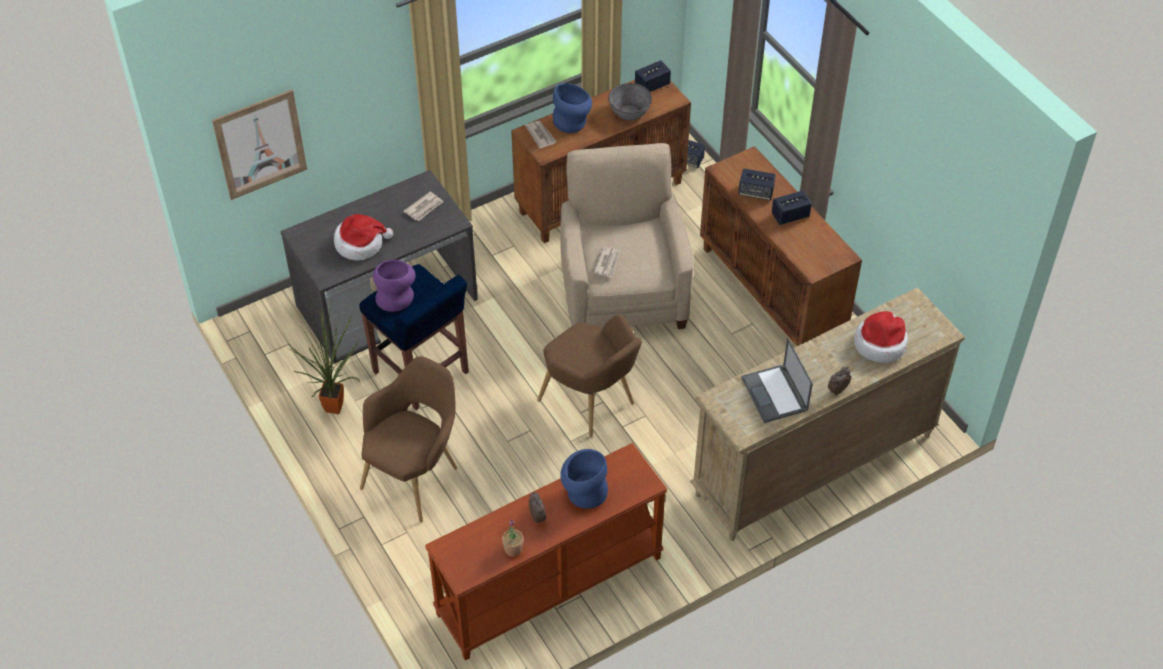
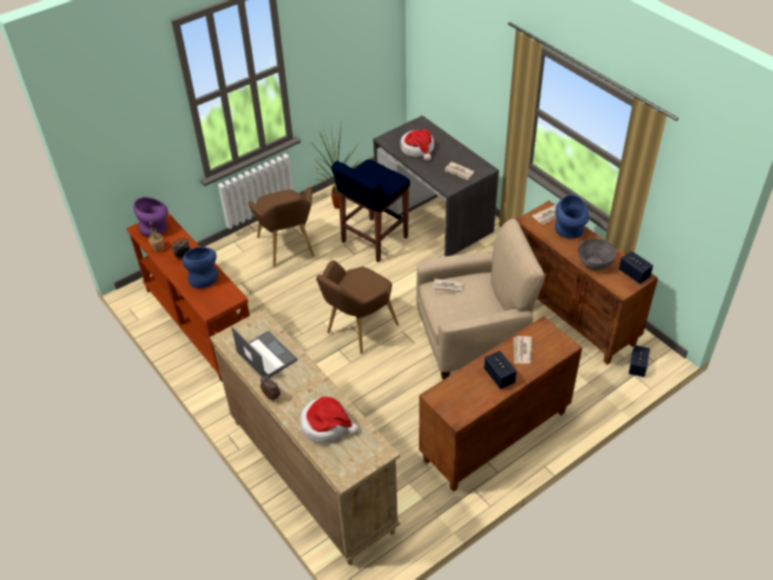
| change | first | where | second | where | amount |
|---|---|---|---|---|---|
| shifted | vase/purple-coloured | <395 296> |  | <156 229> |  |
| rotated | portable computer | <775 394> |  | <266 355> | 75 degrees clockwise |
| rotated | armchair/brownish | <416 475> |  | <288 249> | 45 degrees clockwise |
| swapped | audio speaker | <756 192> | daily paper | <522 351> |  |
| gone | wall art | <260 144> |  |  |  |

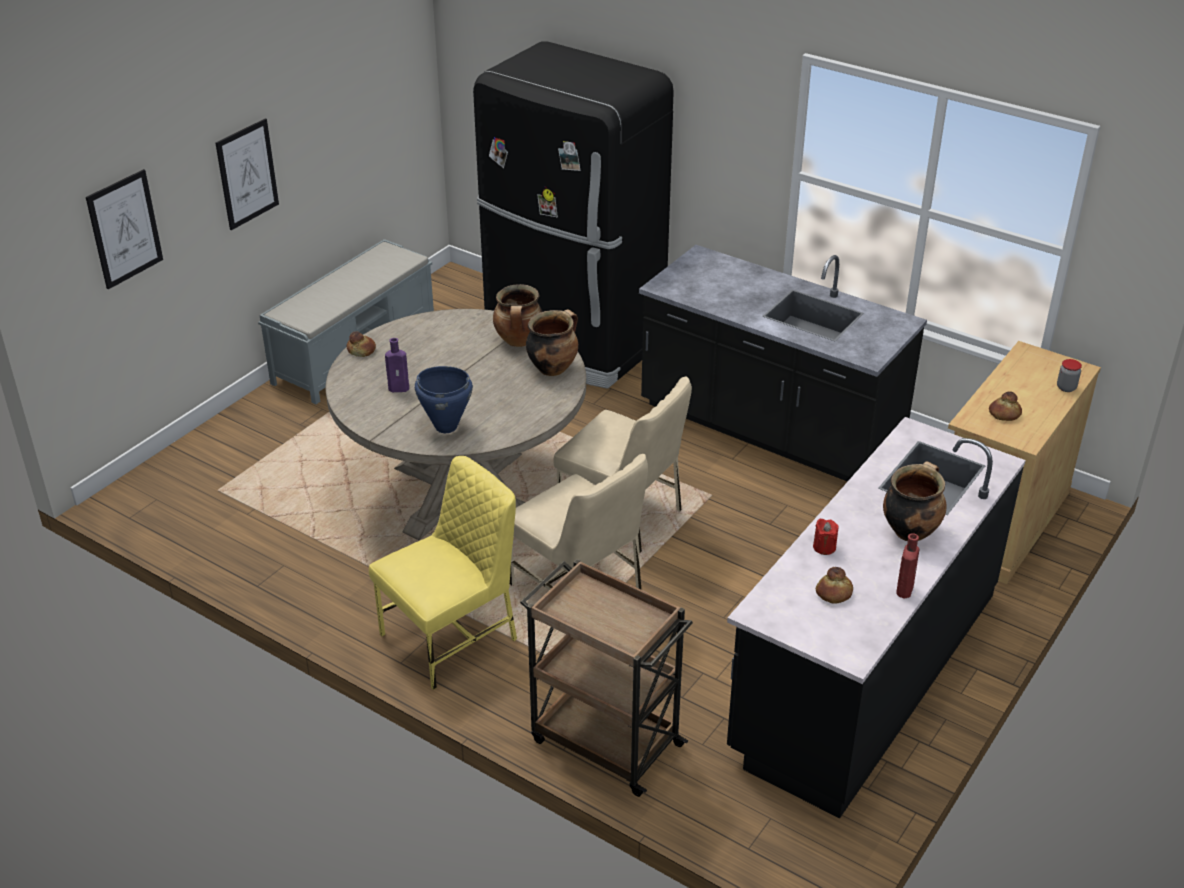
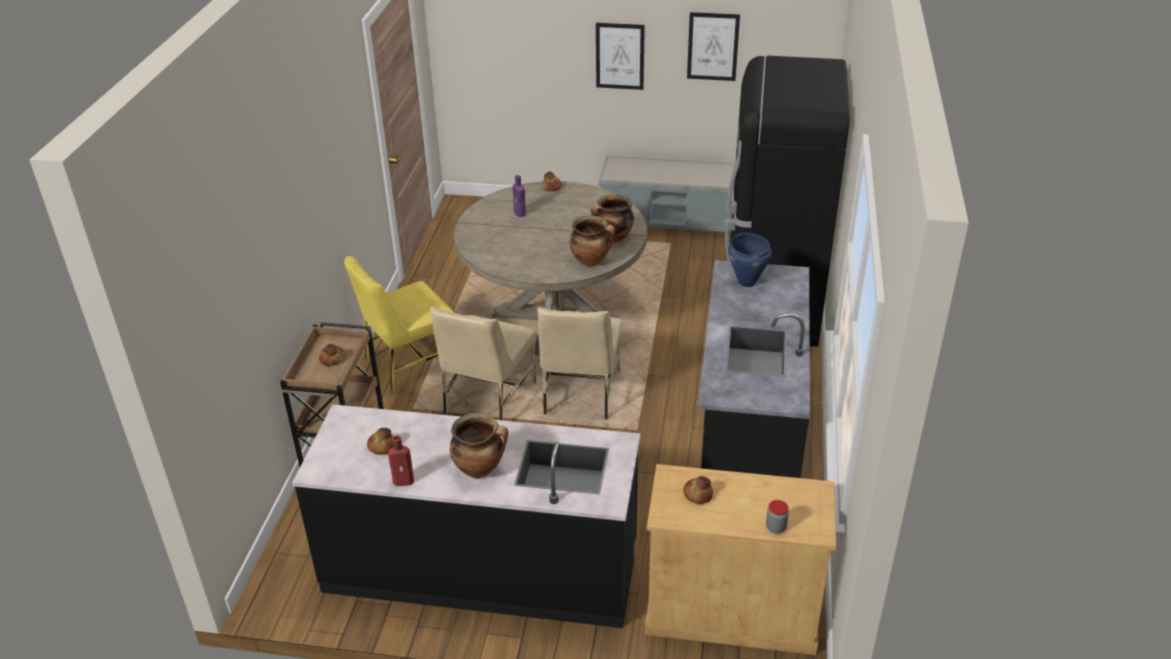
| change | first | where | second | where | amount |
|---|---|---|---|---|---|
| new |  |  | bread | <332 359> |  |
| rotated | upright chair/yellowish | <452 637> |  | <409 362> | 120 degrees clockwise |
| shifted | wall art | <125 229> |  | <713 46> |  |
| shifted | cooking pot/blue | <445 426> |  | <747 282> |  |
| gone | wax candle/red-coloured | <824 547> |  |  |  |

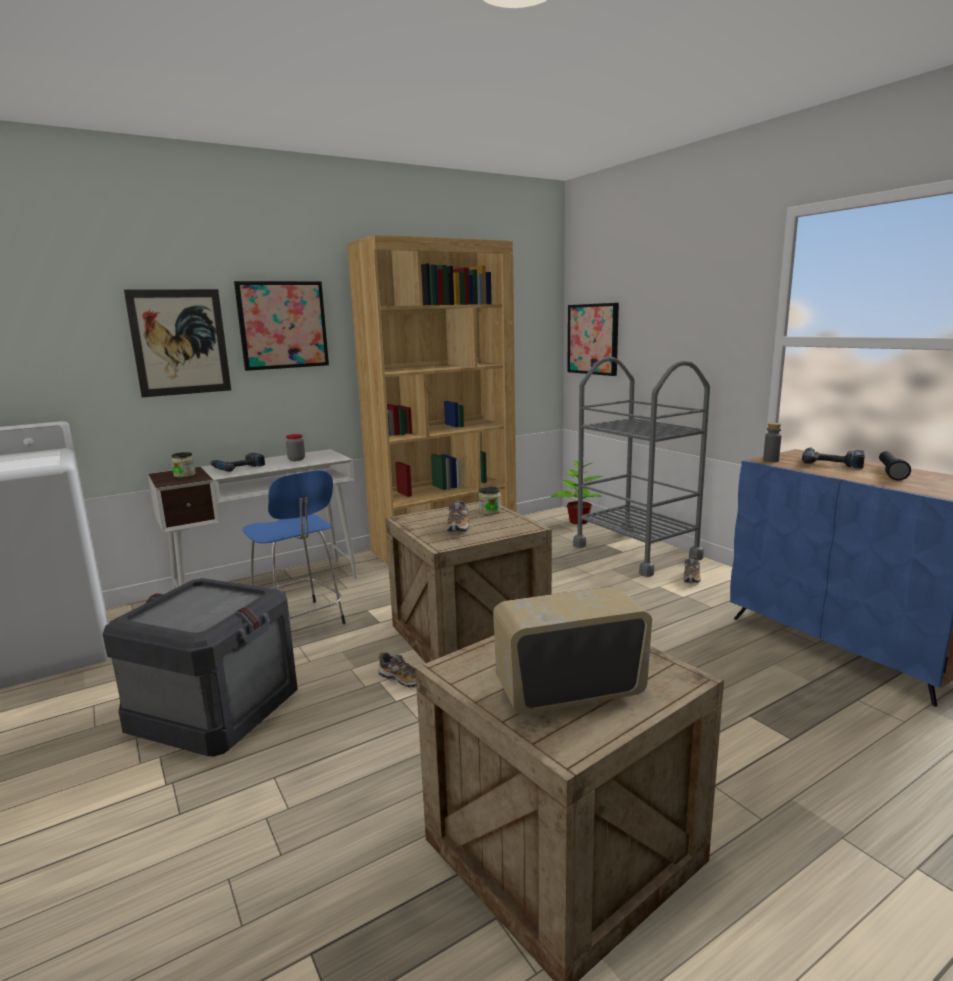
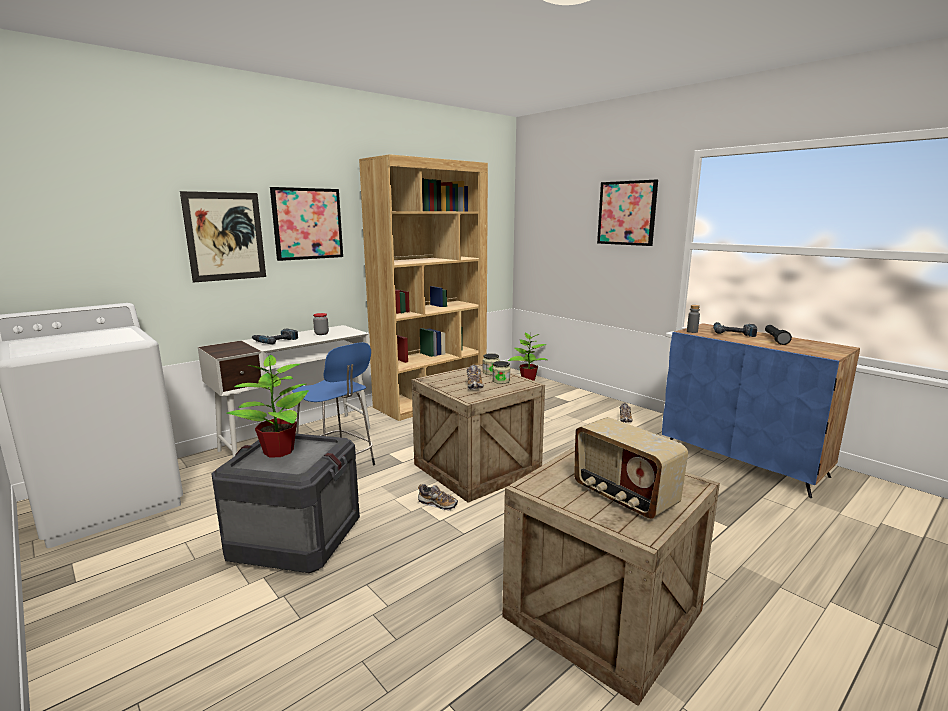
| change | first | where | second | where | amount |
|---|---|---|---|---|---|
| new |  |  | plant in a pot | <278 451> |  |
| shifted | jar | <184 475> |  | <501 381> |  |
| rotated | radio set | <569 692> |  | <623 497> | 105 degrees counterclockwise |
| shifted | wall art | <593 339> |  | <627 213> |  |
| gone | cart/grey | <636 552> |  |  |  |

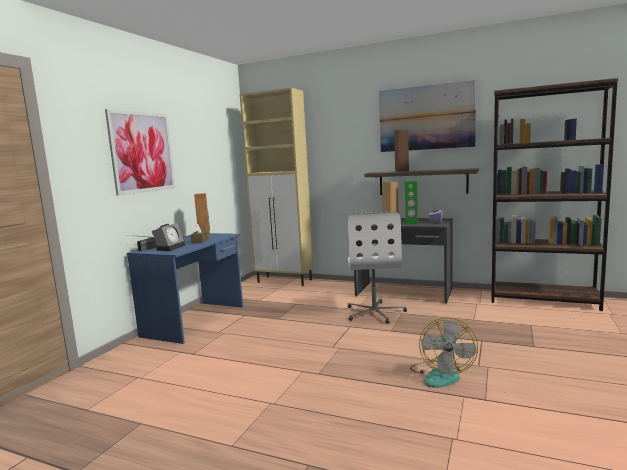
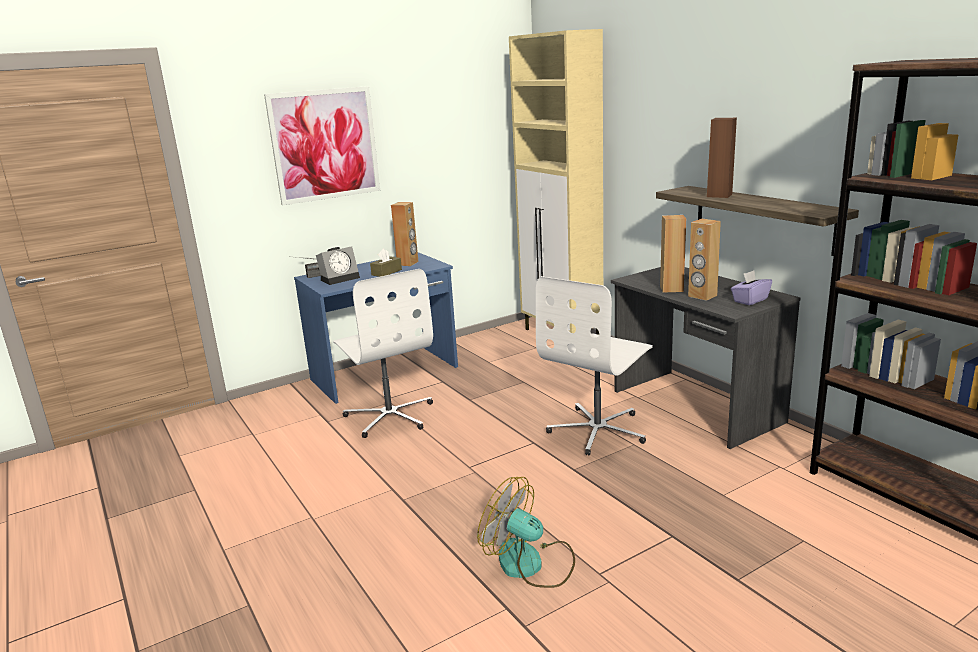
| change | first | where | second | where | amount |
|---|---|---|---|---|---|
| new |  |  | computer chair/whitish | <390 416> |  |
| rotated | cooling fan | <441 374> |  | <530 564> | 75 degrees clockwise |
| repainted | audio speaker/greenish | <411 223> | audio speaker/brownish | <702 296> |  |
| gone | wall art | <426 118> |  |  |  |

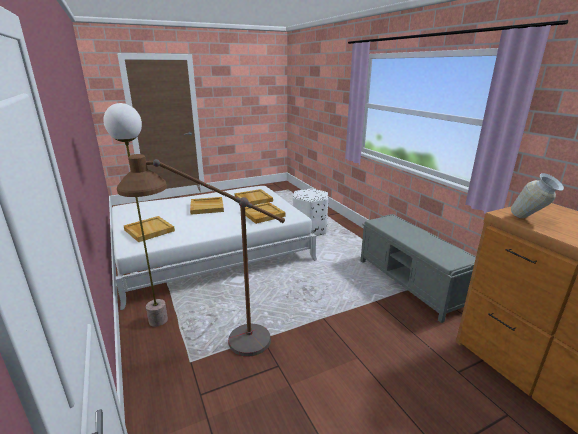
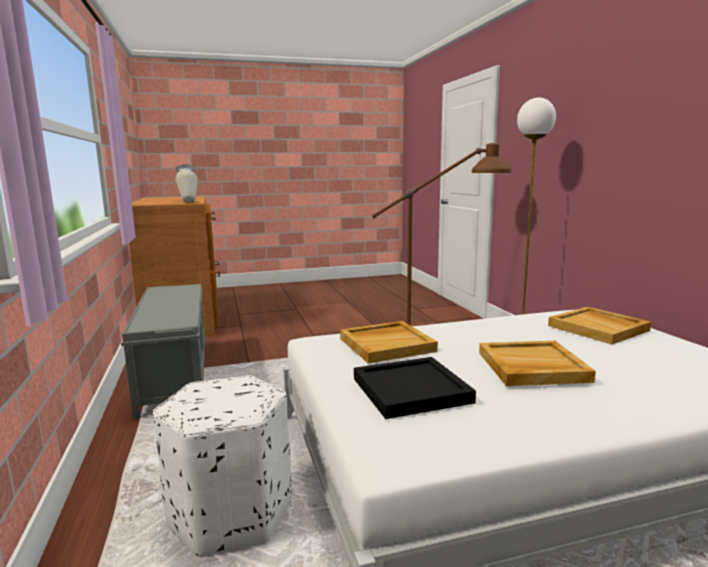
| change | first | where | second | where | amount |
|---|---|---|---|---|---|
| repainted | tray/beige-coloured | <253 199> | tray/black | <412 390> |  |

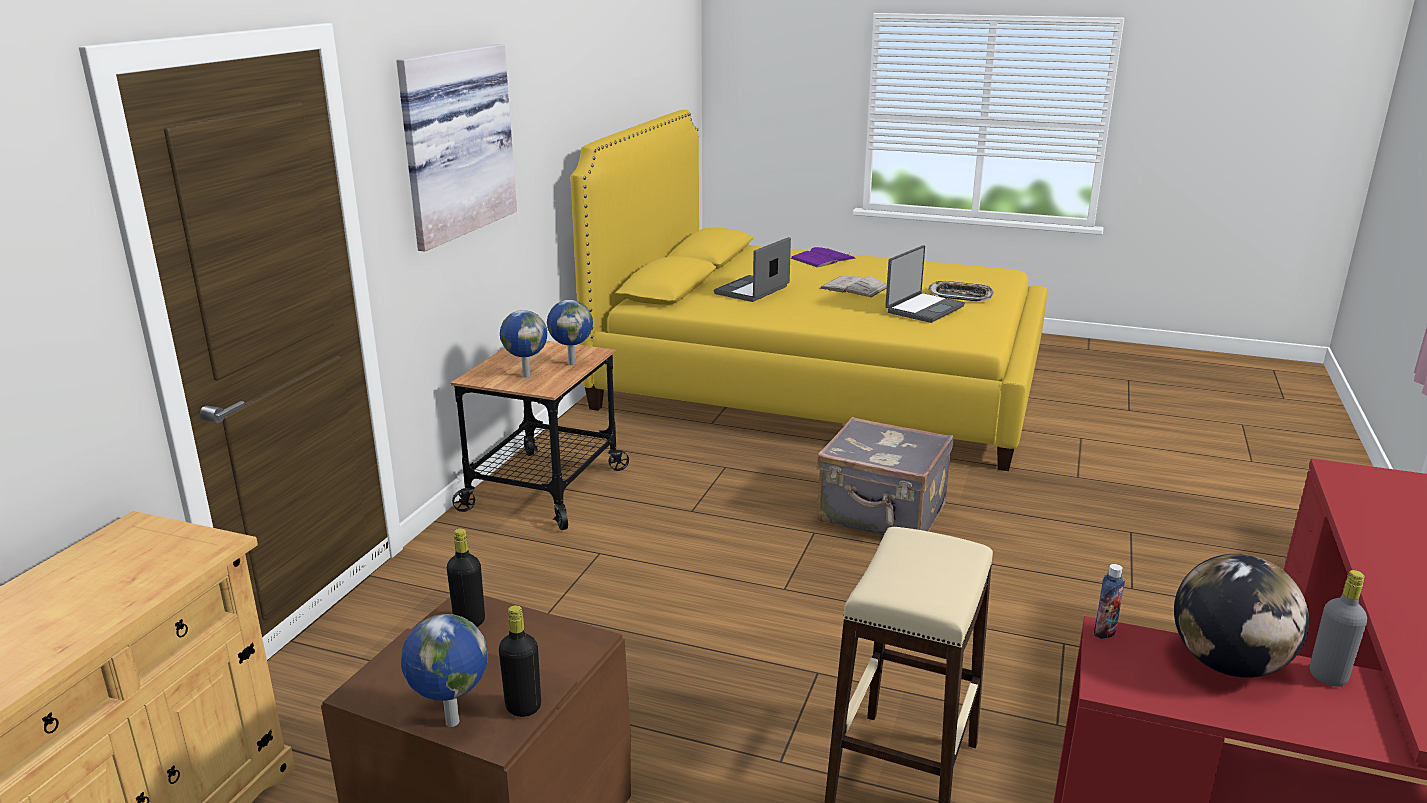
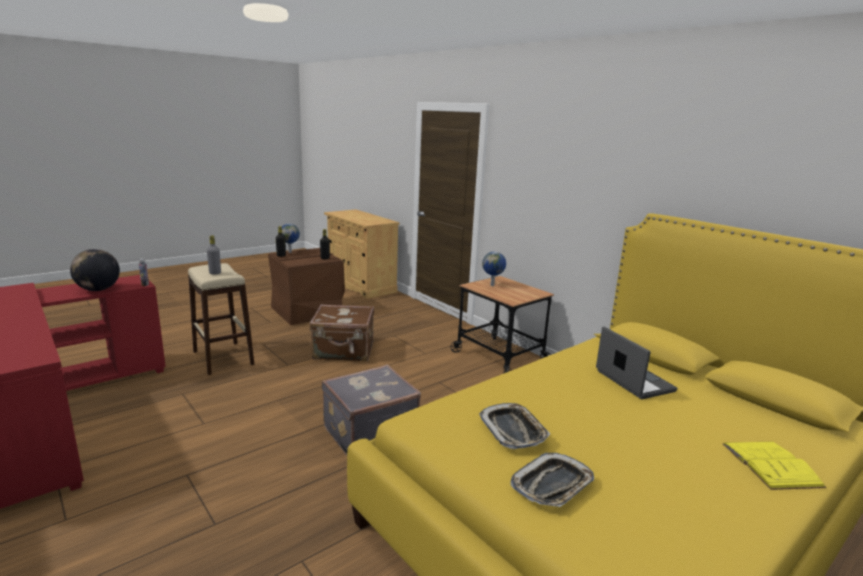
| change | first | where | second | where | amount |
|---|---|---|---|---|---|
| shifted | drink bottle/grey | <1327 676> |  | <215 273> |  |
| new |  |  | travel case/brownish | <344 351> |  |
| swapped | portable computer | <923 309> | tray | <513 430> |  |
| repainted | bound book/purple-coloured | <823 258> | bound book/yellowish | <771 464> |  |
| gone | wall art | <453 143> |  |  |  |
| gone | globe | <572 363> |  |  |  |
| gone | bound book/whitish | <855 287> |  |  |  |

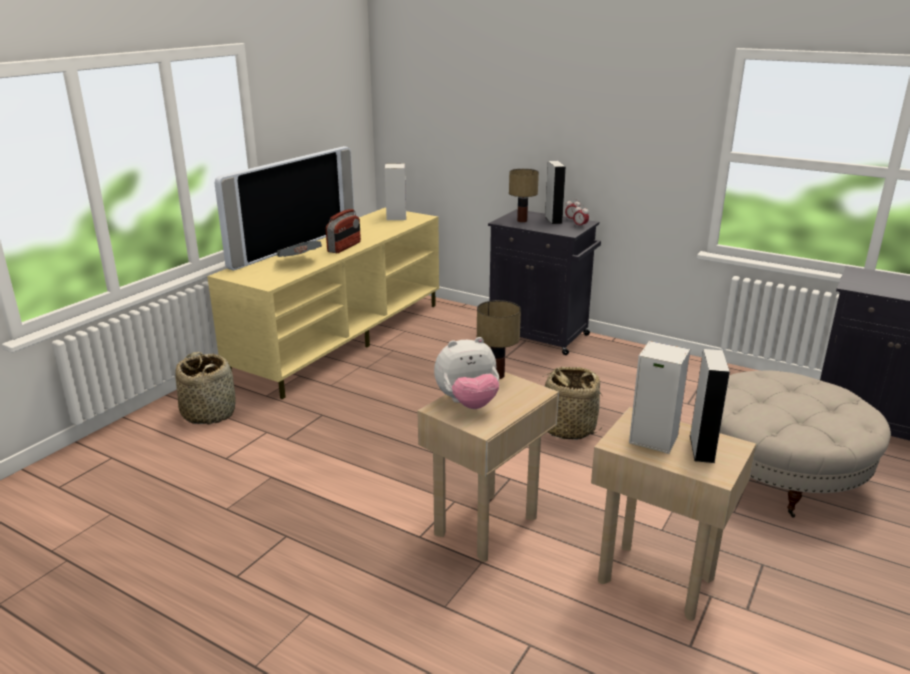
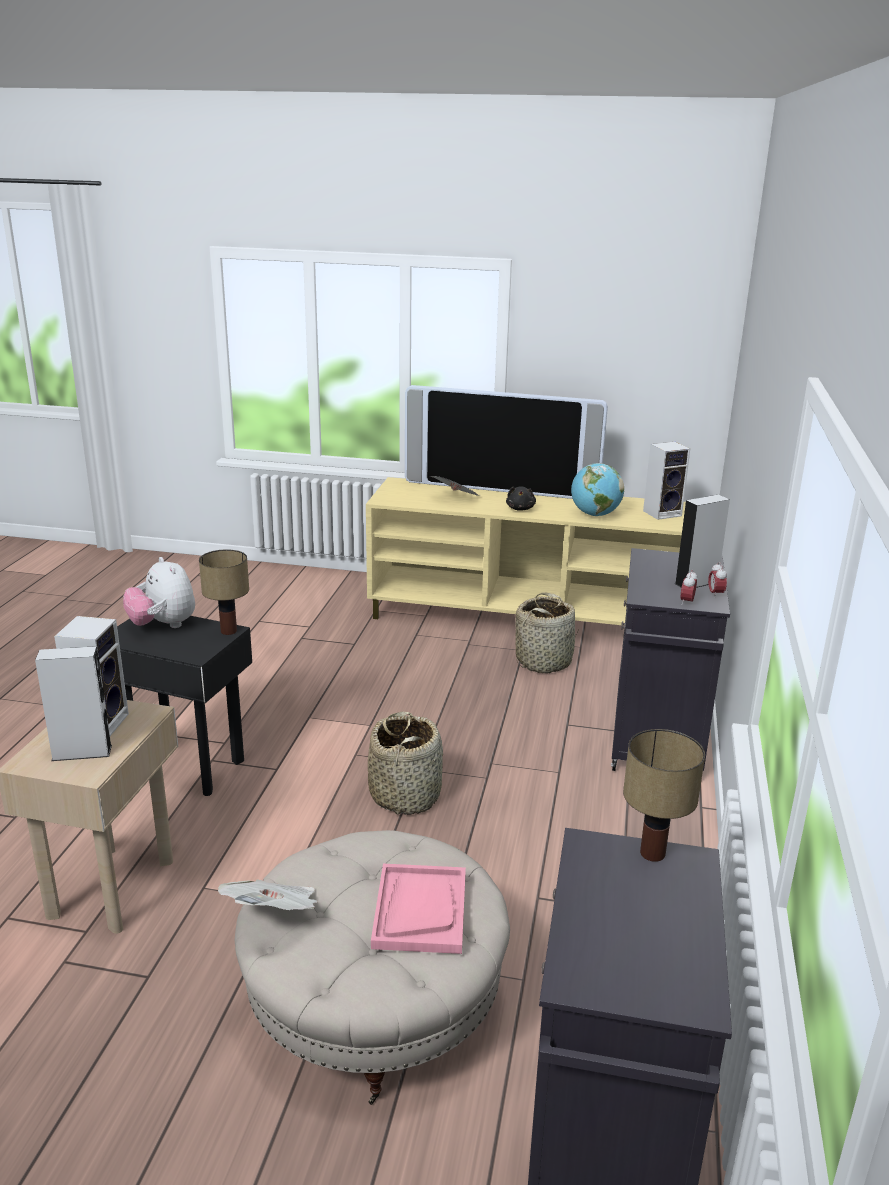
| change | first | where | second | where | amount |
|---|---|---|---|---|---|
| repainted | end table/beige-coloured | <487 525> | end table/black | <187 768> |  |
| new |  |  | daily paper | <274 914> |  |
| new |  |  | tray/pinkish | <420 910> |  |
| swapped | radio set | <344 247> | cuddly toy/black | <520 509> |  |
| shifted | household basket | <209 413> |  | <544 661> |  |
| new |  |  | globe | <595 515> |  |
| shifted | tabletop lamp | <521 221> |  | <651 852> |  |

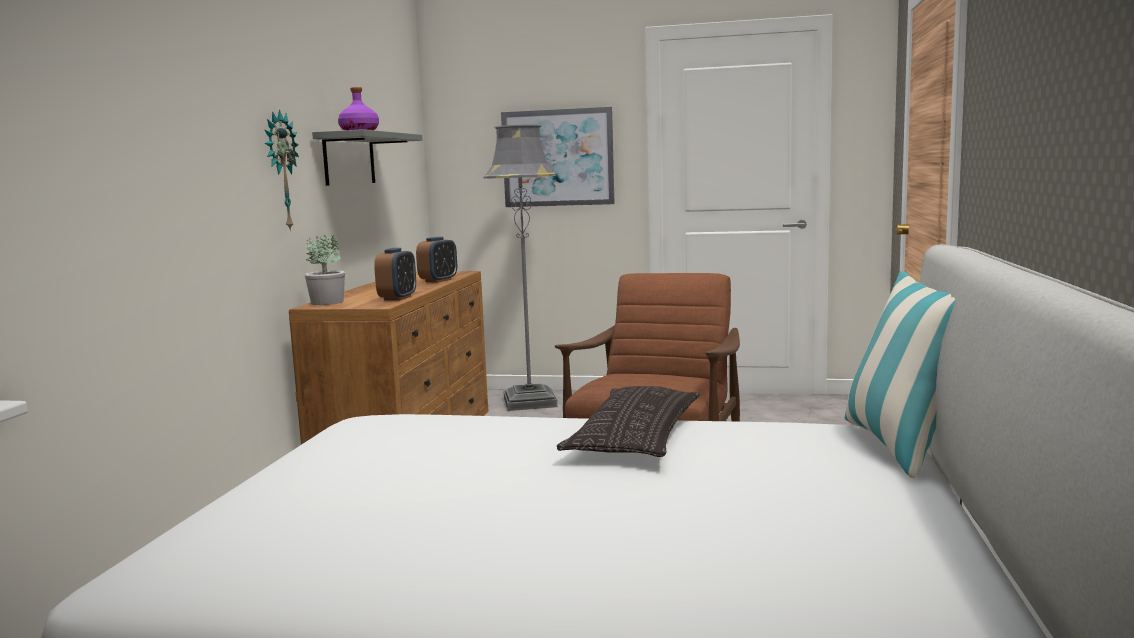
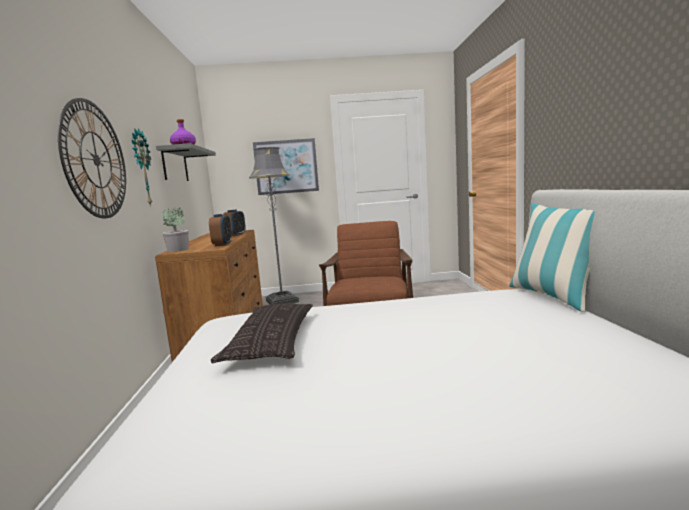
| change | first | where | second | where | amount |
|---|---|---|---|---|---|
| new |  |  | clock on the wall | <96 160> |  |
| shifted | throw pillow | <635 436> |  | <271 340> |  |

